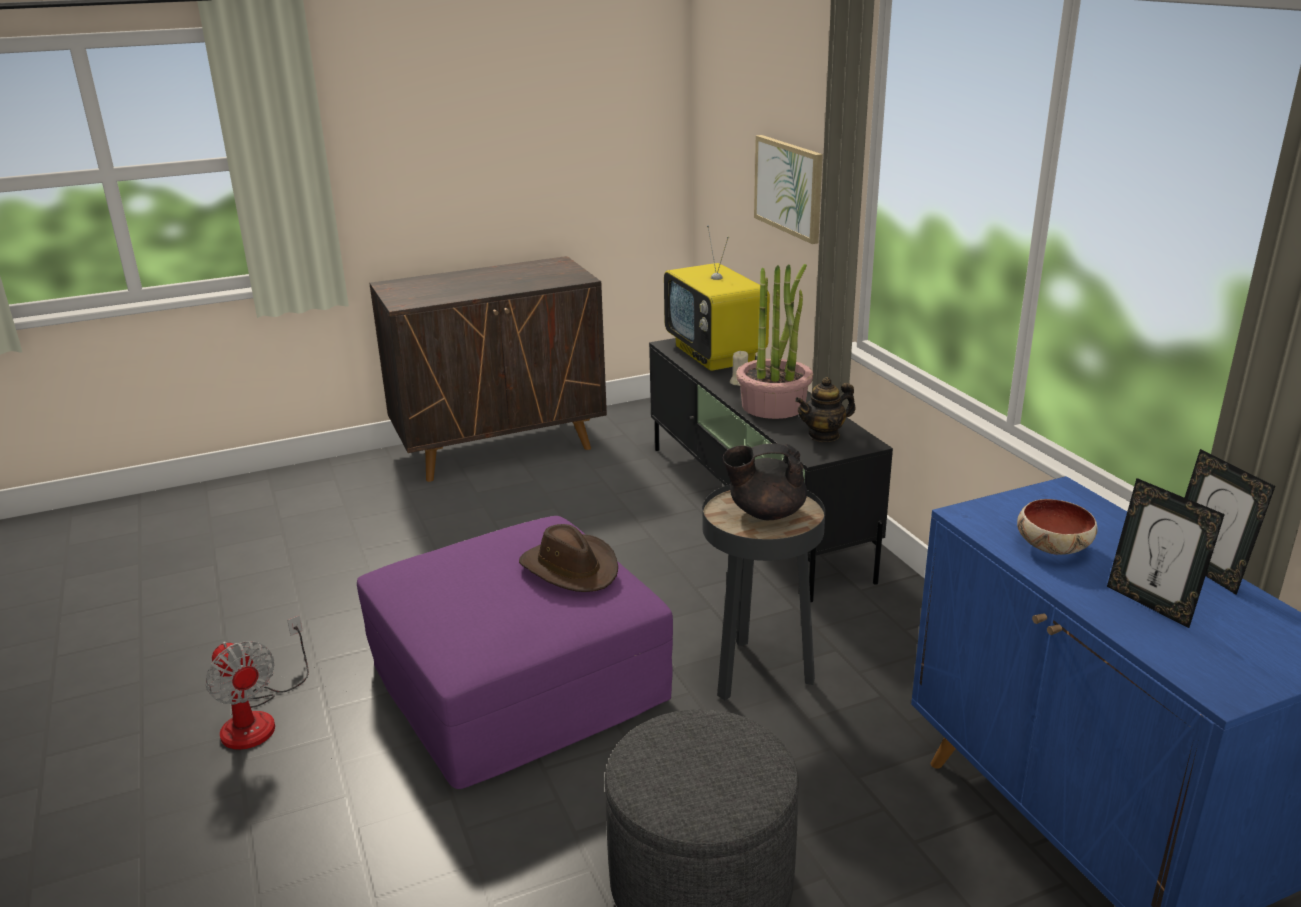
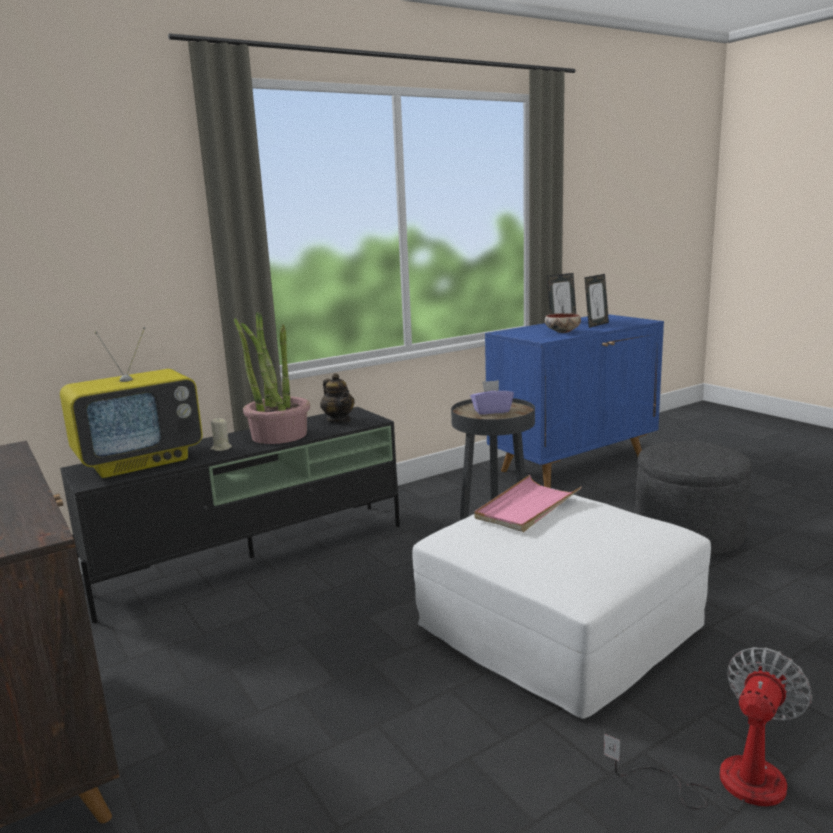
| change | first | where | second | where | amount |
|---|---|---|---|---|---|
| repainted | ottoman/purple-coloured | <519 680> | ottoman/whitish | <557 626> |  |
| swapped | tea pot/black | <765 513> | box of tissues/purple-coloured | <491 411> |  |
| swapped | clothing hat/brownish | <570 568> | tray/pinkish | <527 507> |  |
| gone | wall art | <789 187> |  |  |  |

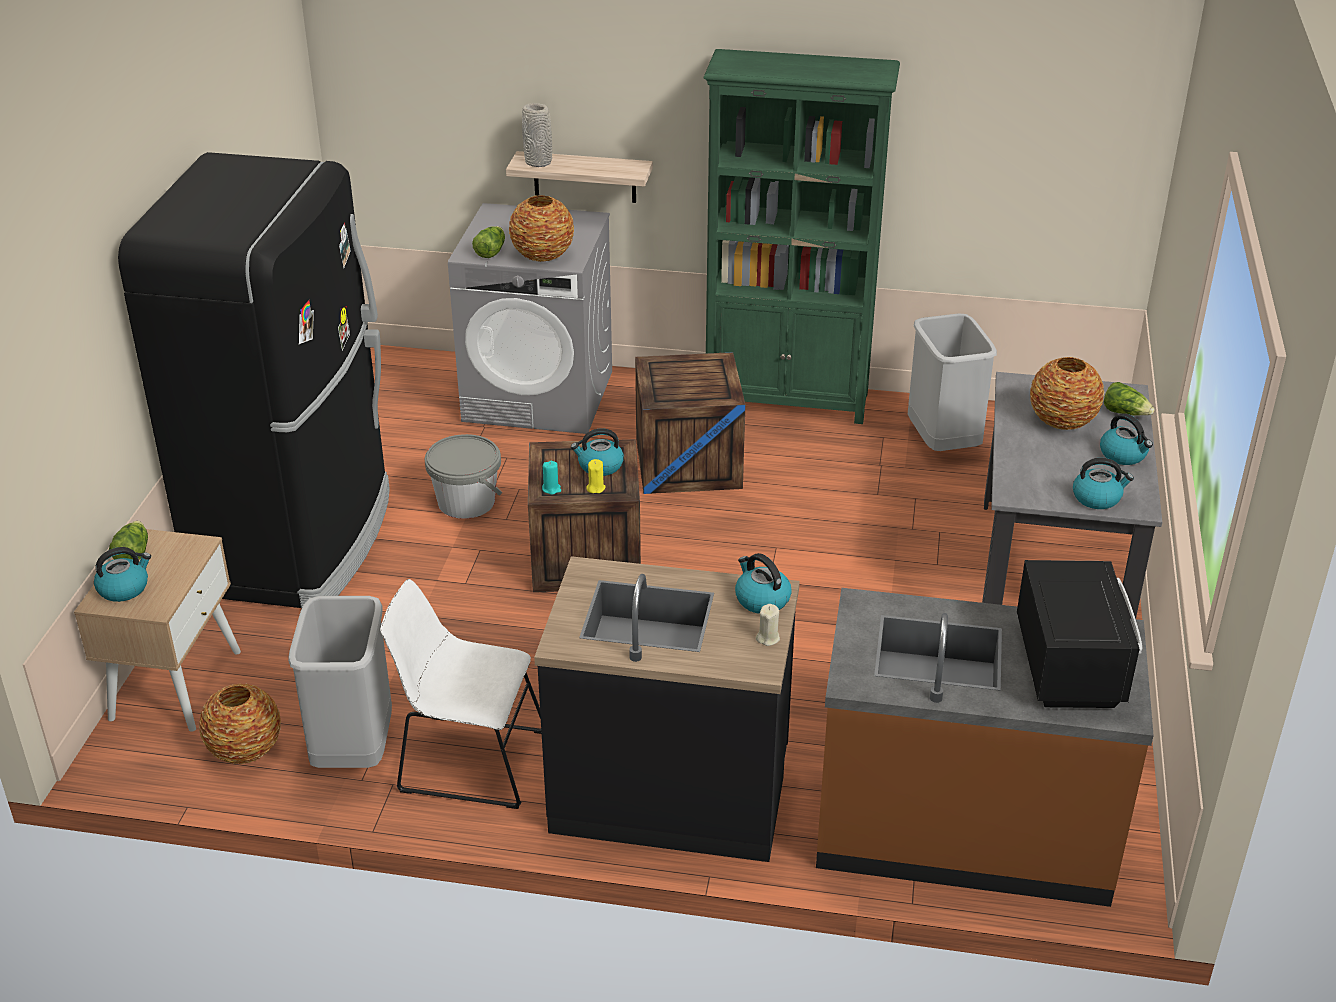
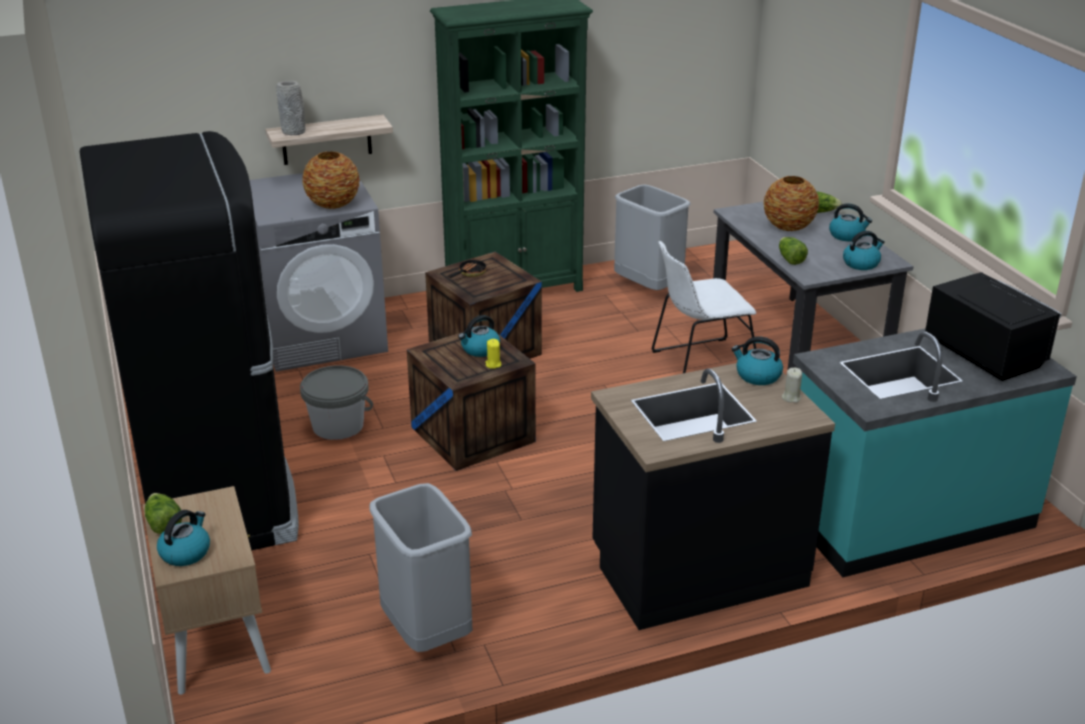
| change | first | where | second | where | amount |
|---|---|---|---|---|---|
| new |  |  | frying pan | <469 273> |  |
| shifted | upright chair/whitish | <467 760> |  | <699 363> |  |
| shifted | lettuce head | <490 251> |  | <790 259> |  |
| repainted | kitchen base unit/brownish | <964 828> | kitchen base unit/turquoise-coloured | <906 515> |  |
| gone | vase | <244 750> |  |  |  |
| gone | wax candle/turquoise-coloured | <551 489> |  |  |  |

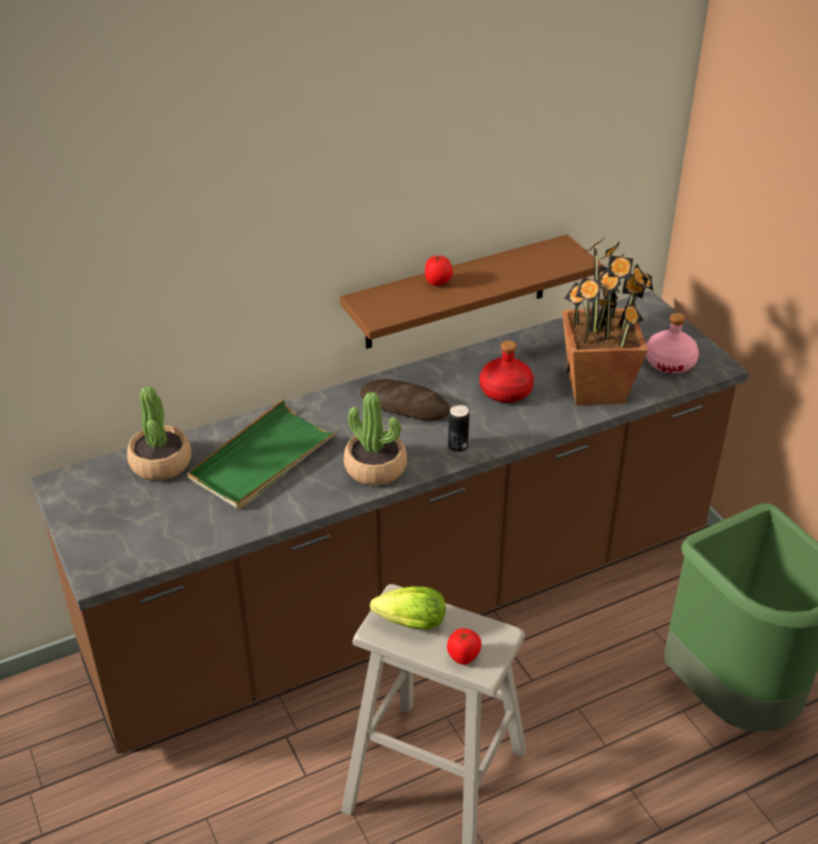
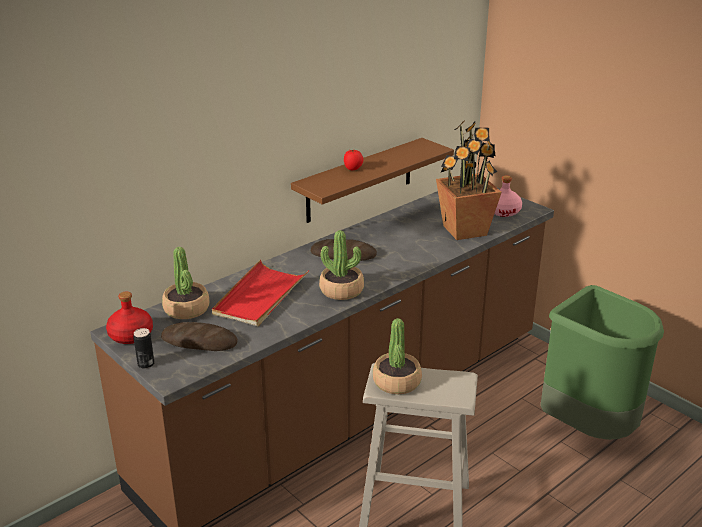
| change | first | where | second | where | amount |
|---|---|---|---|---|---|
| shifted | drink bottle/red-coloured | <506 391> |  | <131 335> |  |
| shifted | metal can | <458 446> |  | <146 364> |  |
| new |  |  | bread | <199 342> |  |
| repainted | tray/greenish | <263 459> | tray/red-coloured | <260 296> |  |
| swapped | lettuce head | <407 623> | plant in a pot | <397 382> |  |
| gone | fresh tomato | <463 657> |  |  |  |

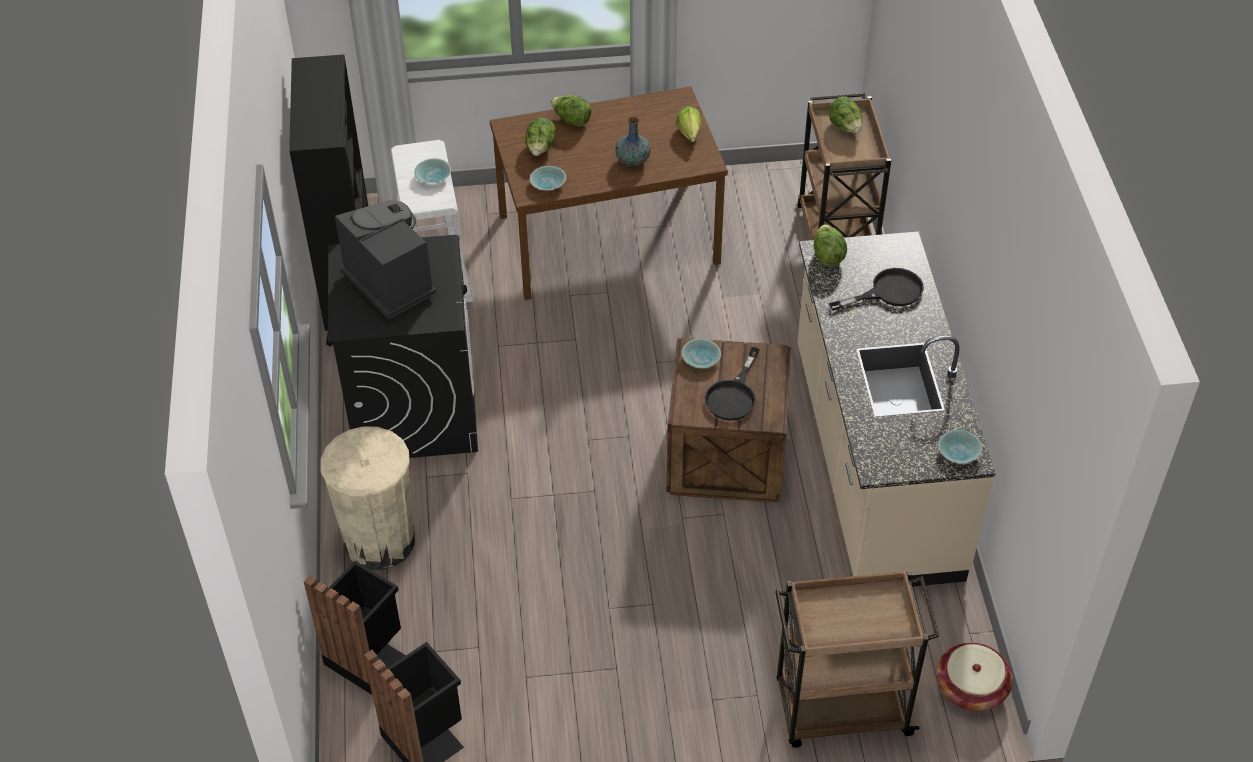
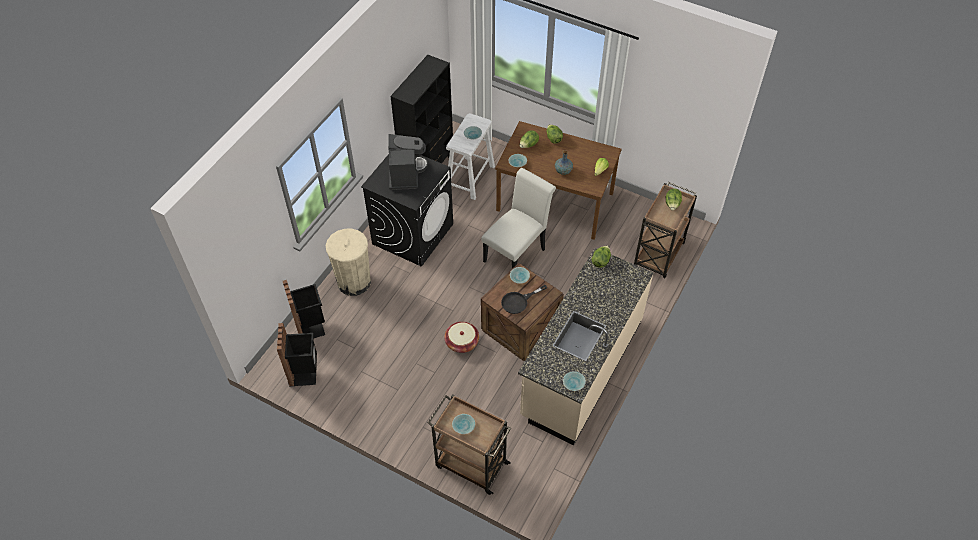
| change | first | where | second | where | amount |
|---|---|---|---|---|---|
| shifted | household basket | <971 688> |  | <462 342> |  |
| new |  |  | serving bowl/turquoise-coloured | <463 426> |  |
| new |  |  | upright chair/whitish | <517 252> |  |
| gone | frying pan/black | <888 292> |  |  |  |

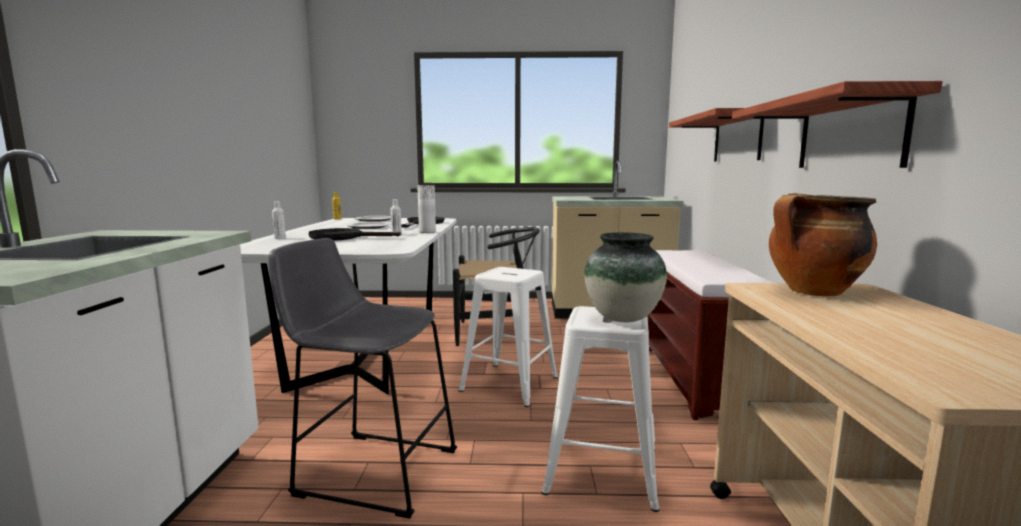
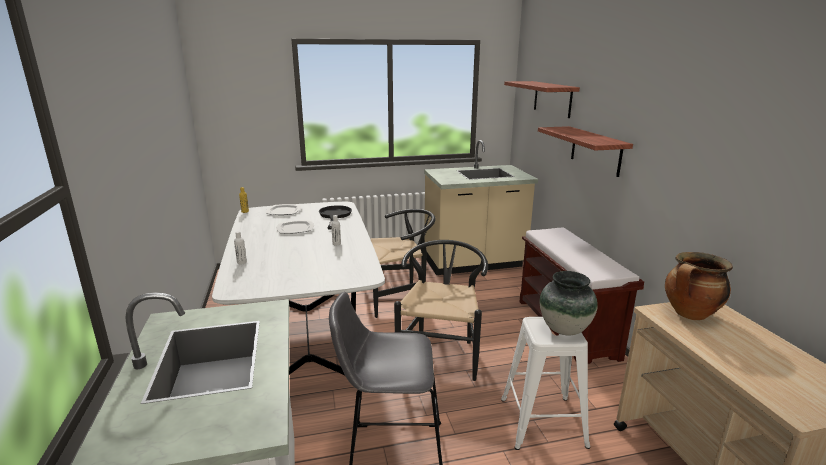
| change | first | where | second | where | amount |
|---|---|---|---|---|---|
| swapped | stool/whitish | <511 383> | upright chair/black | <441 352> |  |
| shifted | wall shelf | <849 133> |  | <552 98> |  |
| gone | frying pan/black | <343 237> |  |  |  |
| gone | vase/whitish | <427 232> |  |  |  |

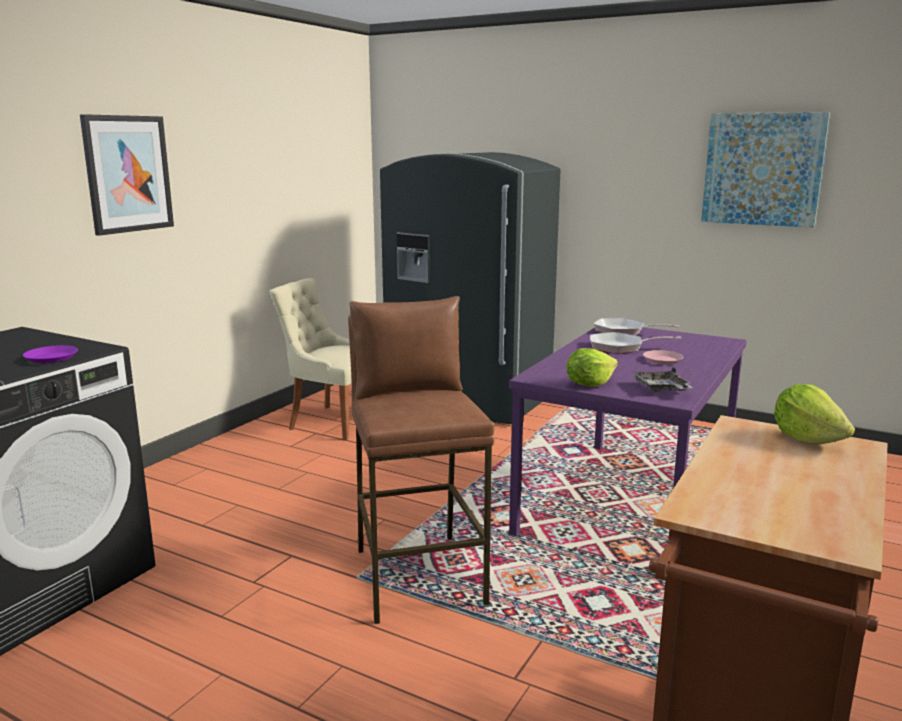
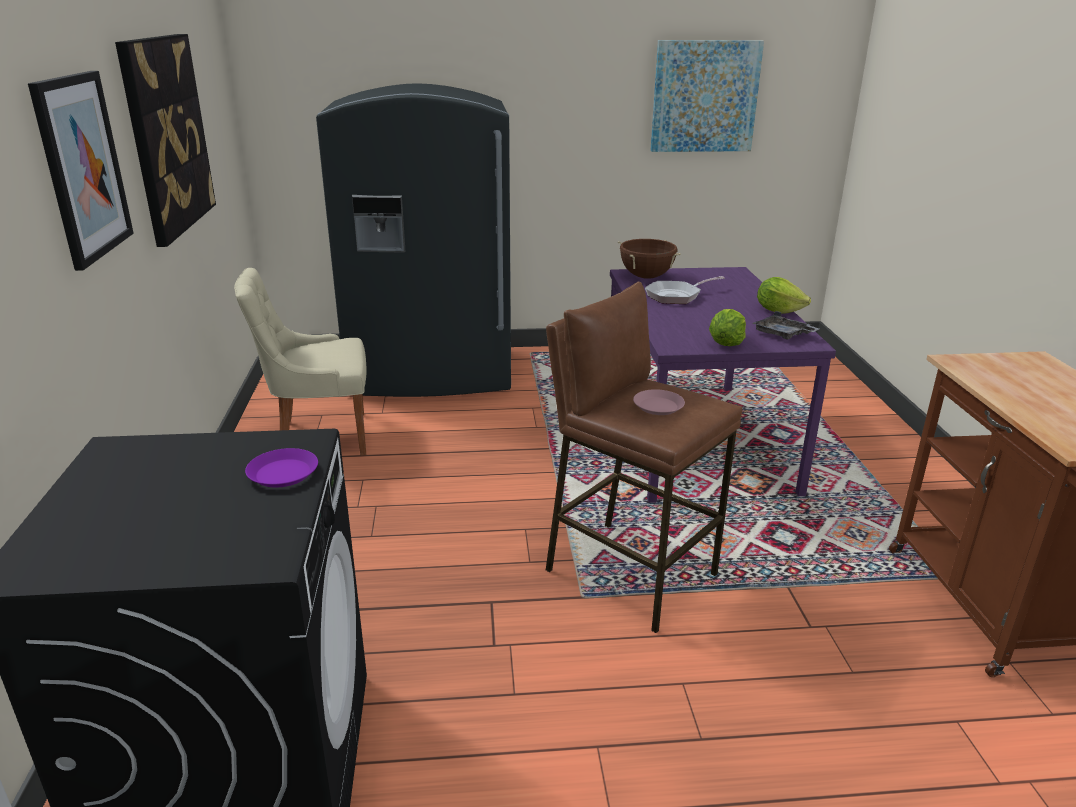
| change | first | where | second | where | amount |
|---|---|---|---|---|---|
| new |  |  | wall art | <167 135> |  |
| swapped | frying pan | <623 331> | cooking pot/brownish | <646 277> |  |
| shifted | plate/pinkish | <662 360> |  | <658 406> |  |
| shifted | lettuce head | <807 439> |  | <778 310> |  |

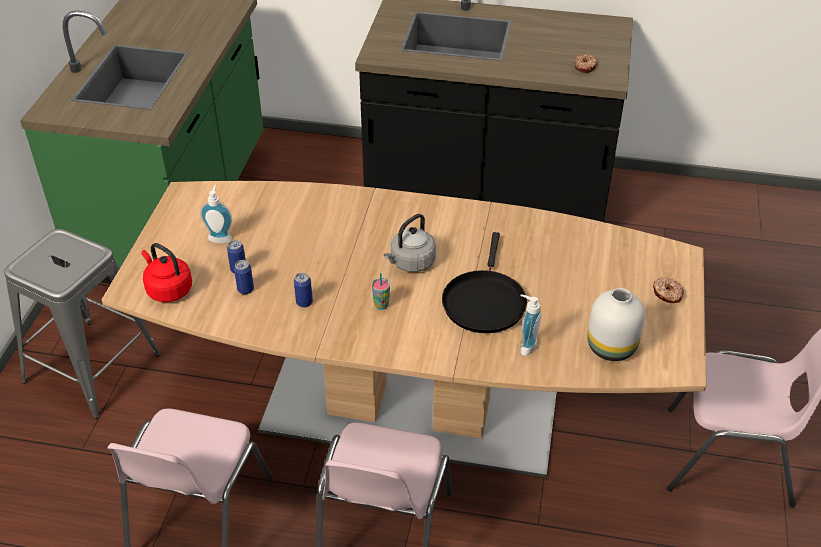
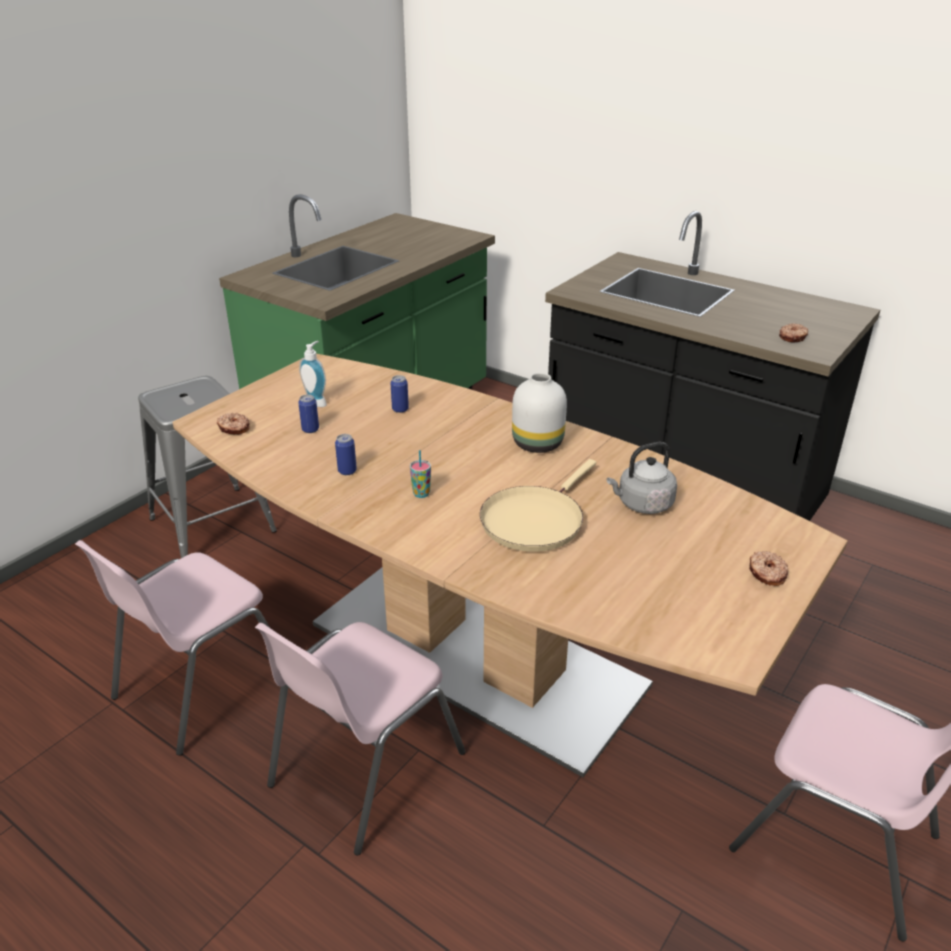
| change | first | where | second | where | amount |
|---|---|---|---|---|---|
| swapped | water kettle/red-coloured | <168 289> | donut | <234 428> |  |
| shifted | metal can | <245 289> |  | <400 409> |  |
| repainted | frying pan/black | <484 301> | frying pan/beige-coloured | <534 520> |  |
| shifted | vase/whitish | <611 348> |  | <537 444> |  |
| shifted | water kettle/grey | <410 263> |  | <642 504> |  |
| gone | liquid soap bottle | <525 345> |  |  |  |

